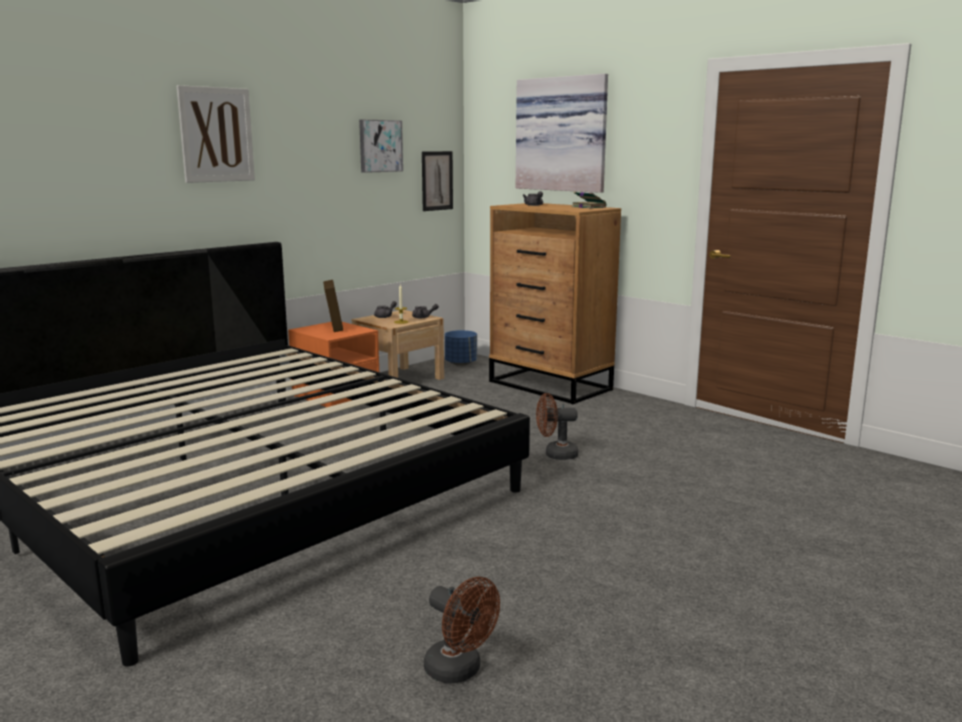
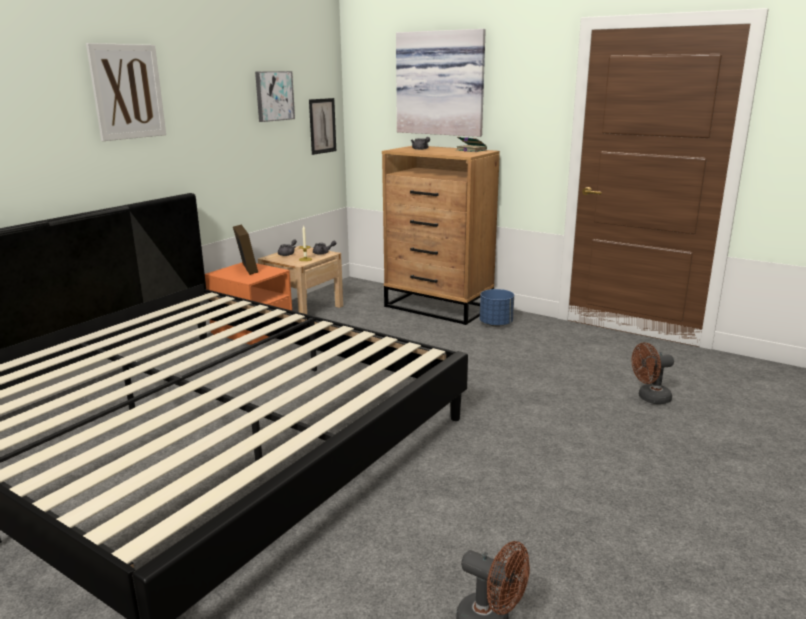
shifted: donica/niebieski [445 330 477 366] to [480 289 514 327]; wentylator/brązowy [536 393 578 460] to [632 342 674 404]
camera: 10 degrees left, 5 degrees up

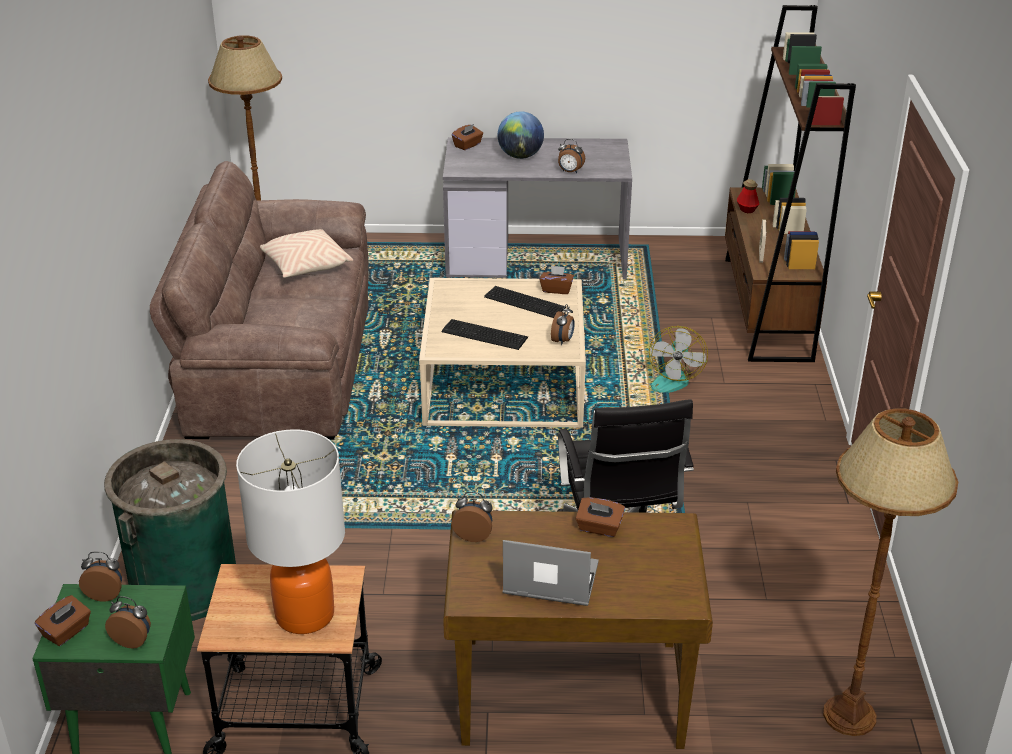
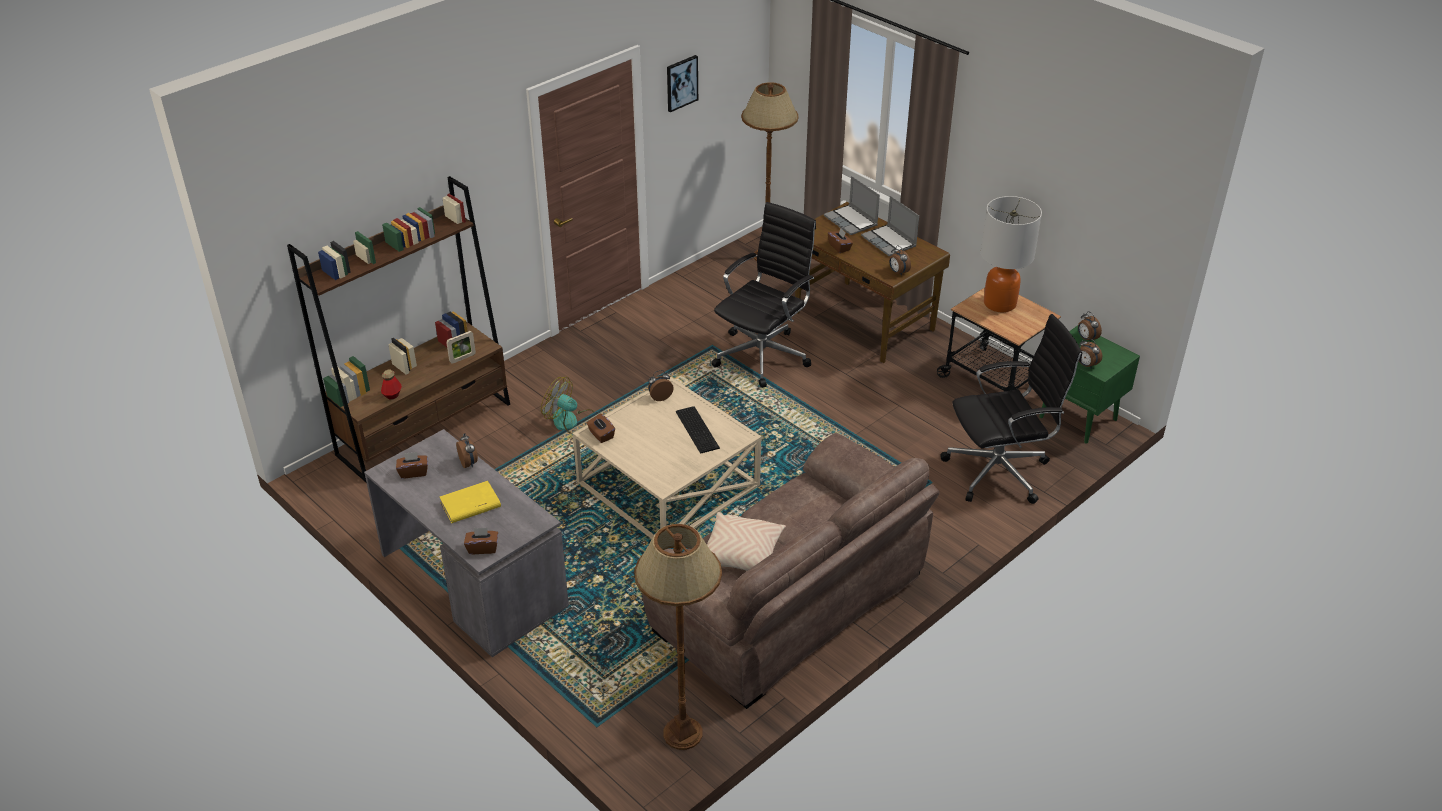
gone: klawiatura [484 286 566 318]
new: obraz [667 55 698 112]; laptop [824 176 880 235]
shifted: pudełko chusteczek/brązowy [35 595 91 646] to [396 452 428 479]
swapped: globus [498 111 544 159] to książka/żółty [439 481 501 523]; kosz na śmieci/zielony [104 439 236 621] to krzesło biurowe/czarny [940 314 1082 504]
rotated: wentylator [648 326 708 393] = [541 377 594 434] 120 degrees counterclockwise
camera: 135 degrees left, 5 degrees up

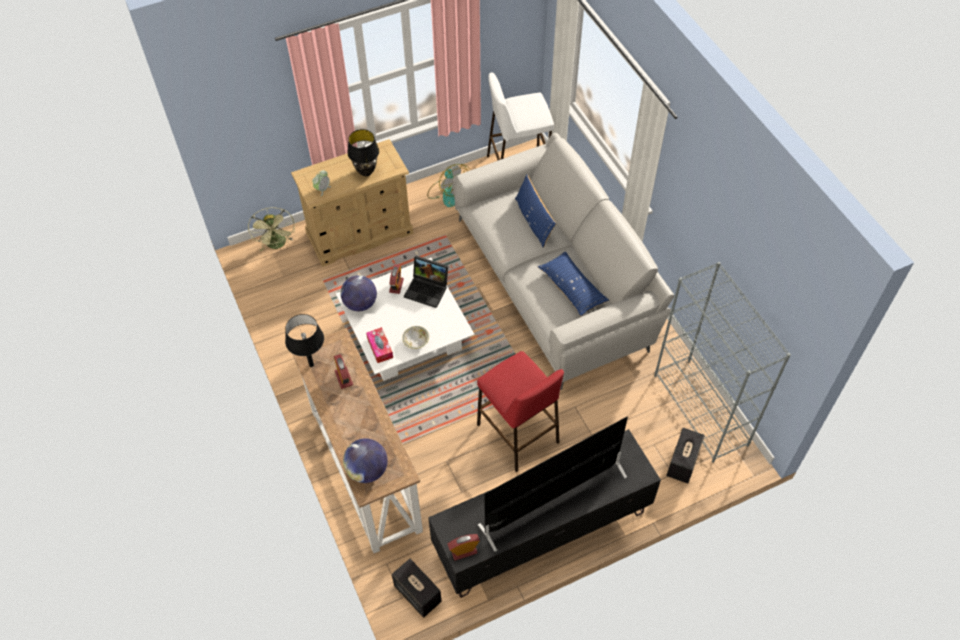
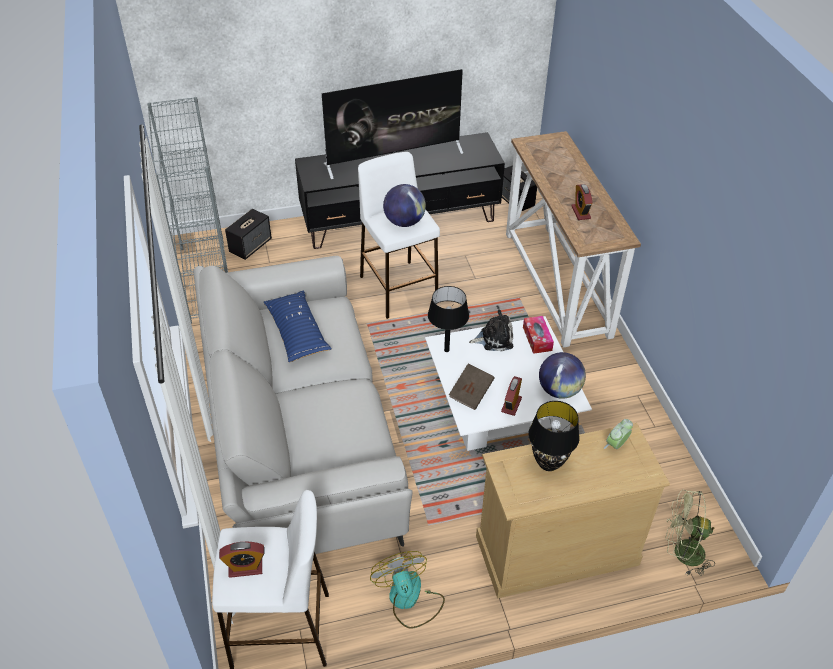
gone: poduszka/niebieski [515 174 556 248]
shifted: lampa stołowa/czarny [285 314 324 367] to [428 286 469 352]; globus [343 438 388 483] to [383 184 426 227]; budzik [447 534 480 560] to [219 542 264 578]
swapped: laptop [404 256 448 308] to książka/brązowy [449 364 495 410]; miska [402 326 429 349] to pluszak [469 309 513 352]
repainted: stołek/czerwony [477 351 564 472] to stołek/biały [358 152 440 319]
rotated: wentylator/zielony [248 207 295 252] = [665 490 715 576] 75 degrees counterclockwise
camera: 170 degrees left, 10 degrees down

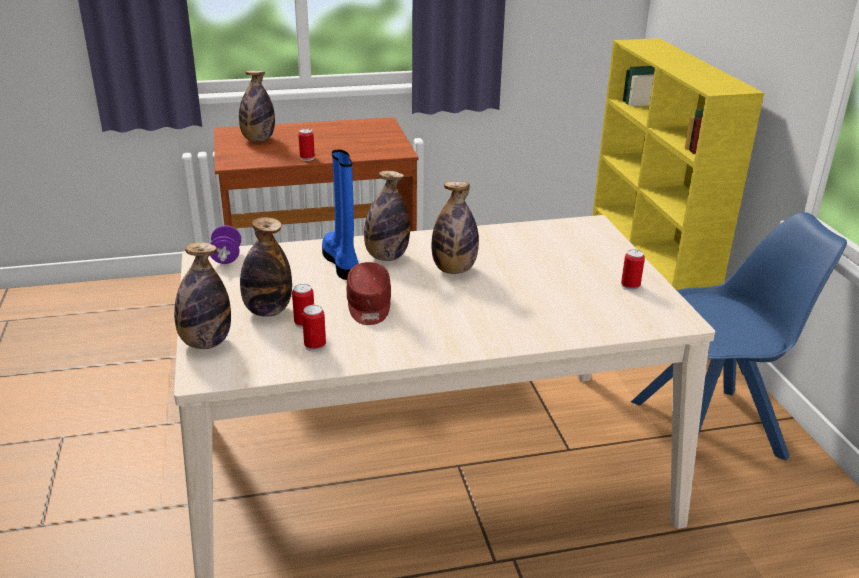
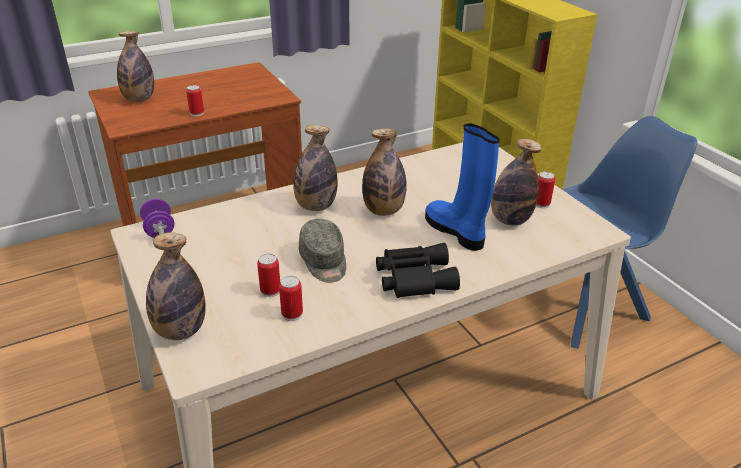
new: lornetka/czarny [376 243 460 298]
shifted: but z cholewką/niebieski [322 149 359 280] to [425 123 500 251]; butelka [240 217 292 317] to [491 139 542 226]
repainted: czapka z daszkiem/czerwony [346 262 391 325] to czapka z daszkiem/szary [299 219 346 283]
camera: 15 degrees left, 5 degrees up

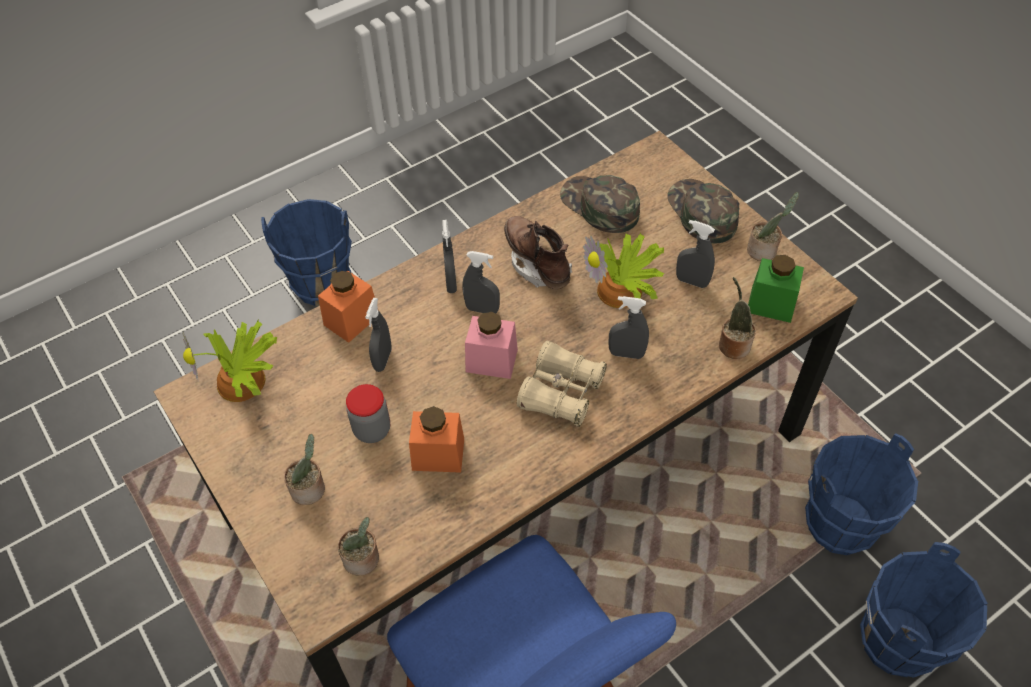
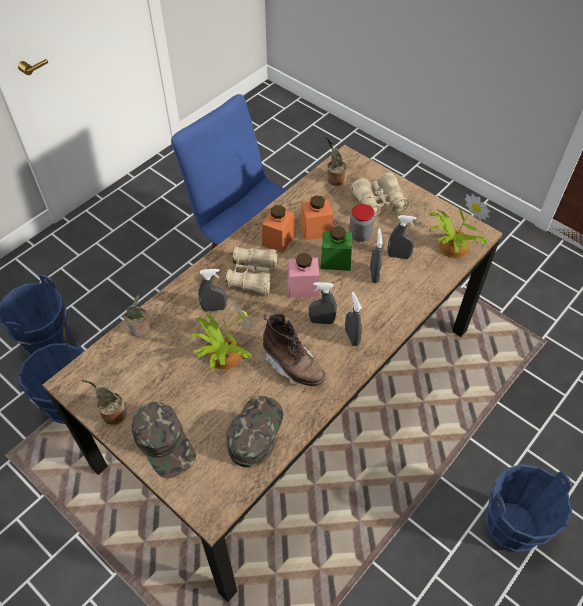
shifted: spryskiwacz/szary [676 220 715 288] to [388 215 417 259]; słoik/zielony [748 255 804 323] to [320 226 352 271]; słoik/pomarańczowy [318 271 375 343] to [262 205 295 253]
swapped: roślina doniczkowa [284 434 325 505] to lornetka/beżowy [351 173 409 217]
rotated: czapka z daszkiem/zielony [560 175 640 233] = [226 396 283 467] 105 degrees counterclockwise
camera: 165 degrees right, 0 degrees up

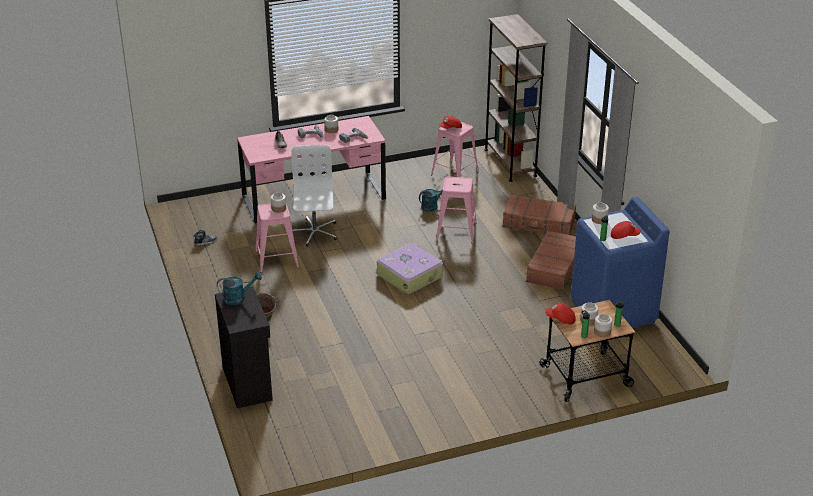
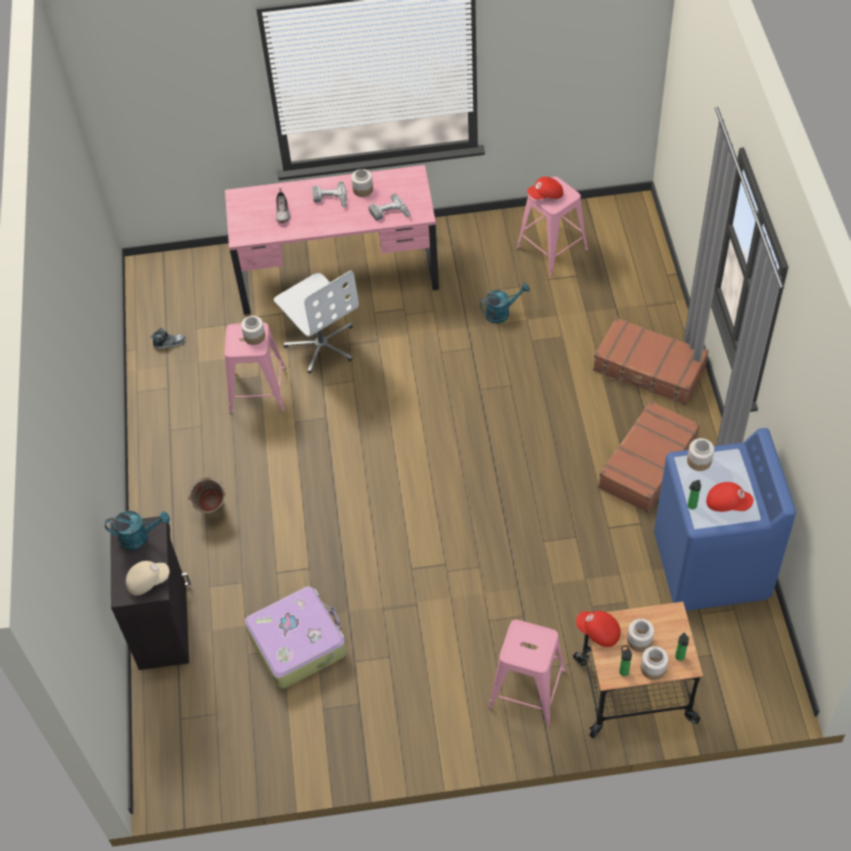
gone: regał/brązowy [485 14 547 182]
new: czapka z daszkiem/beżowy [126 561 169 596]
shifted: stołek/różowy [436 177 476 244] to [488 620 566 726]; walizka [377 243 443 294] to [245 586 347 689]
rotated: krzesło biurowe/biały [291 145 337 246] = [274 271 359 374] 135 degrees clockwise
camera: 15 degrees right, 20 degrees up

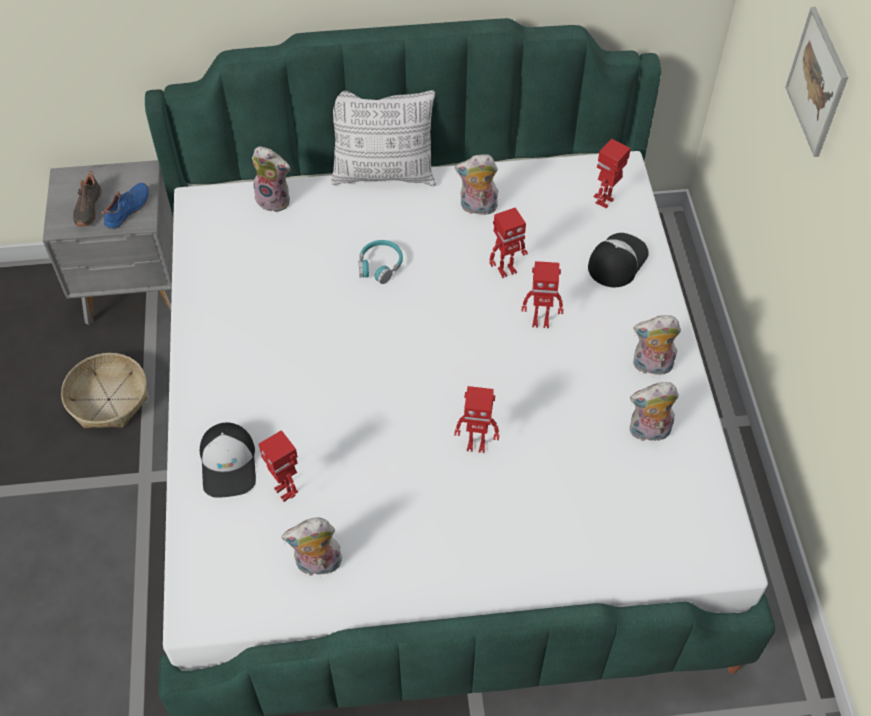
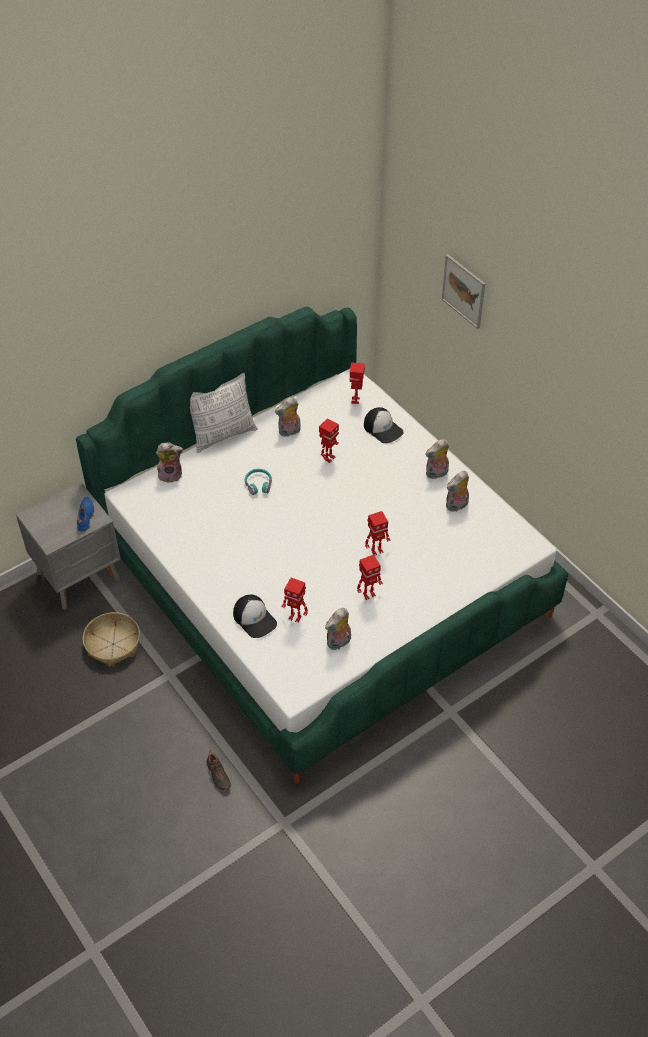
shifted: but/czarny [73 171 102 226] to [207 750 231 791]; robot zabawkowy [522 261 563 328] to [357 555 383 600]
rotated: czapka z daszkiem [588 233 649 287] = [364 407 404 443] 135 degrees clockwise
camera: 30 degrees left, 5 degrees down

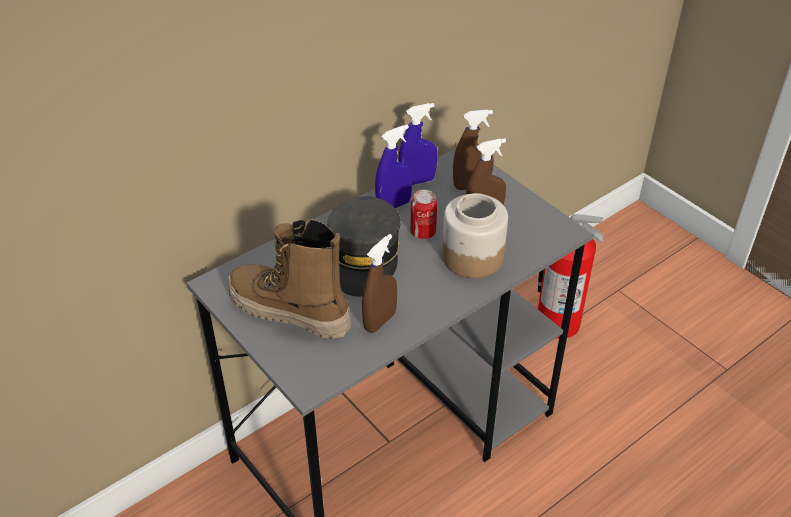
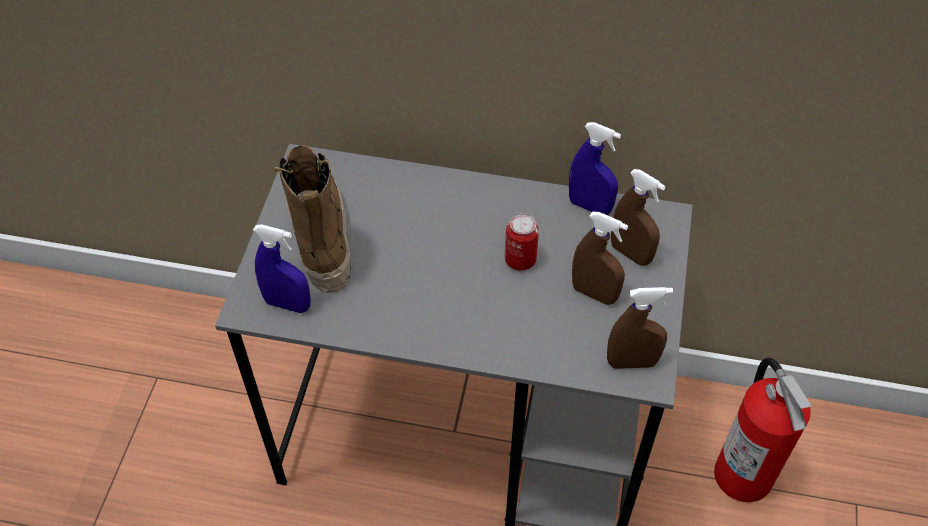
gone: słoik [442 193 508 278]; czapka z daszkiem/szary [327 196 401 297]
shifted: spryskiwacz/niebieski [375 125 413 208] to [253 224 311 313]; spryskiwacz/brązowy [362 234 397 333] to [607 287 673 369]
camera: 50 degrees right, 10 degrees up

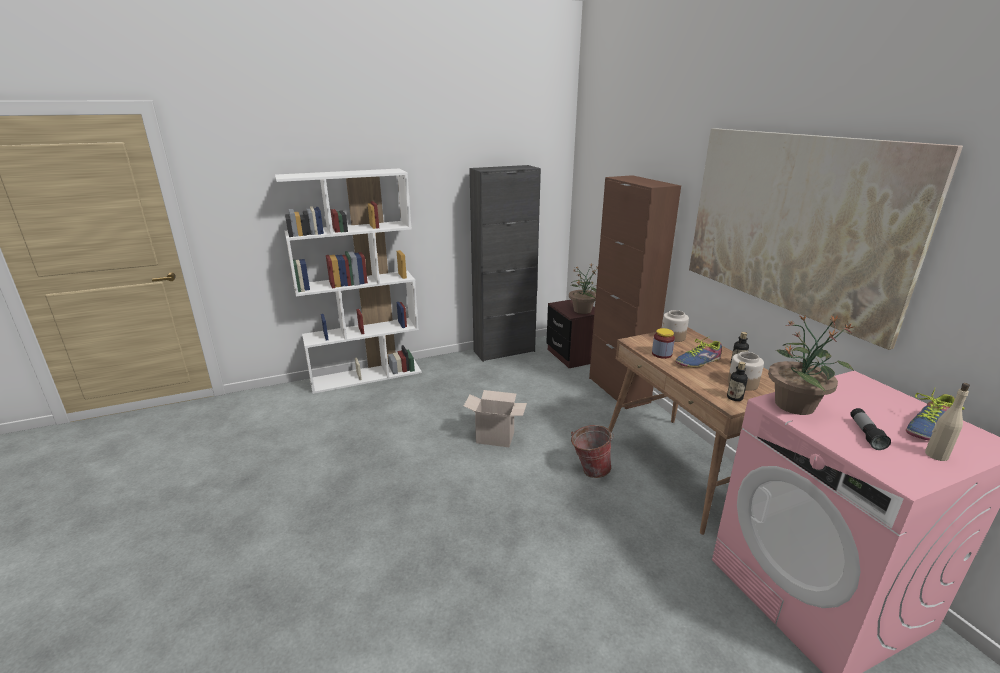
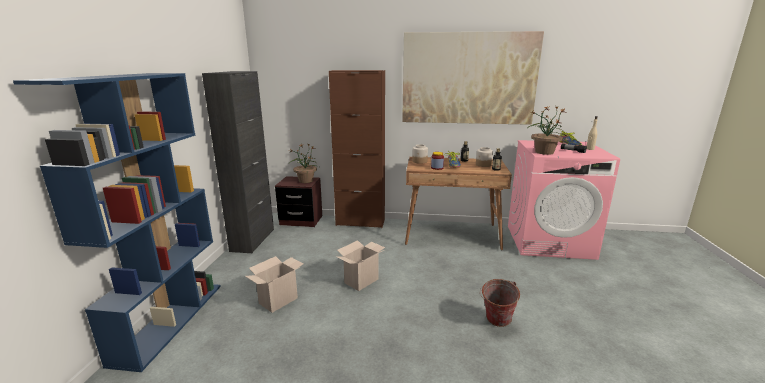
new: karton [245 256 304 313]
shifted: wiadro [571 425 614 478] to [480 279 520 327]
repainted: regał/biały [275 168 422 394] to regał/niebieski [13 73 221 372]
camera: 60 degrees left, 5 degrees down

